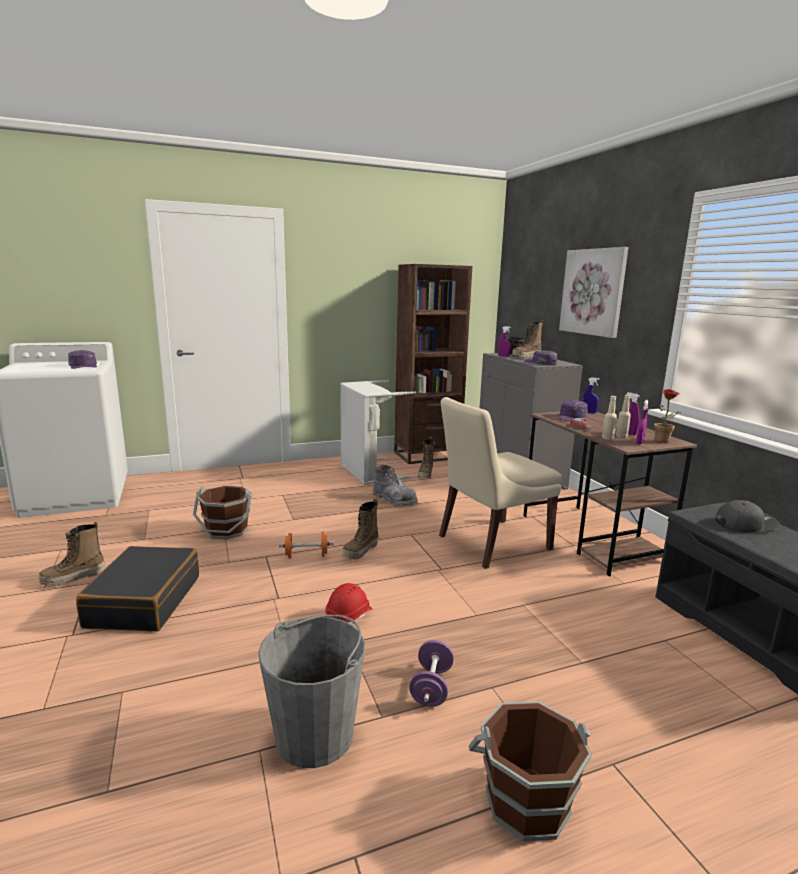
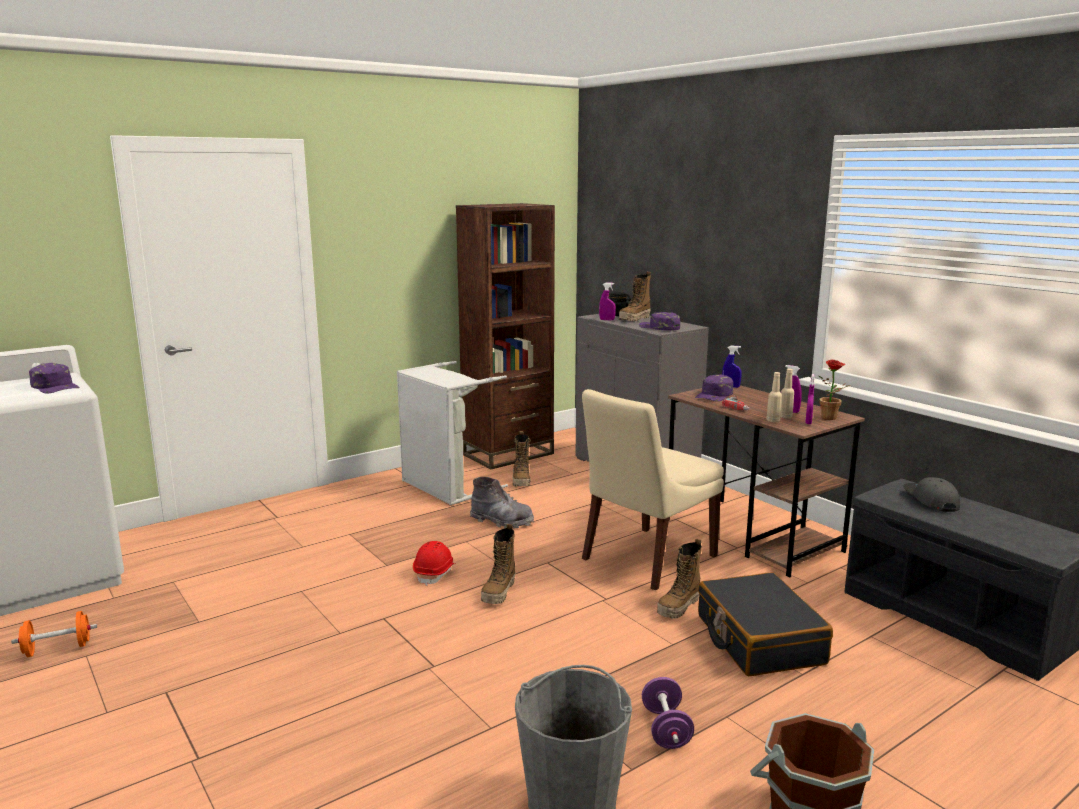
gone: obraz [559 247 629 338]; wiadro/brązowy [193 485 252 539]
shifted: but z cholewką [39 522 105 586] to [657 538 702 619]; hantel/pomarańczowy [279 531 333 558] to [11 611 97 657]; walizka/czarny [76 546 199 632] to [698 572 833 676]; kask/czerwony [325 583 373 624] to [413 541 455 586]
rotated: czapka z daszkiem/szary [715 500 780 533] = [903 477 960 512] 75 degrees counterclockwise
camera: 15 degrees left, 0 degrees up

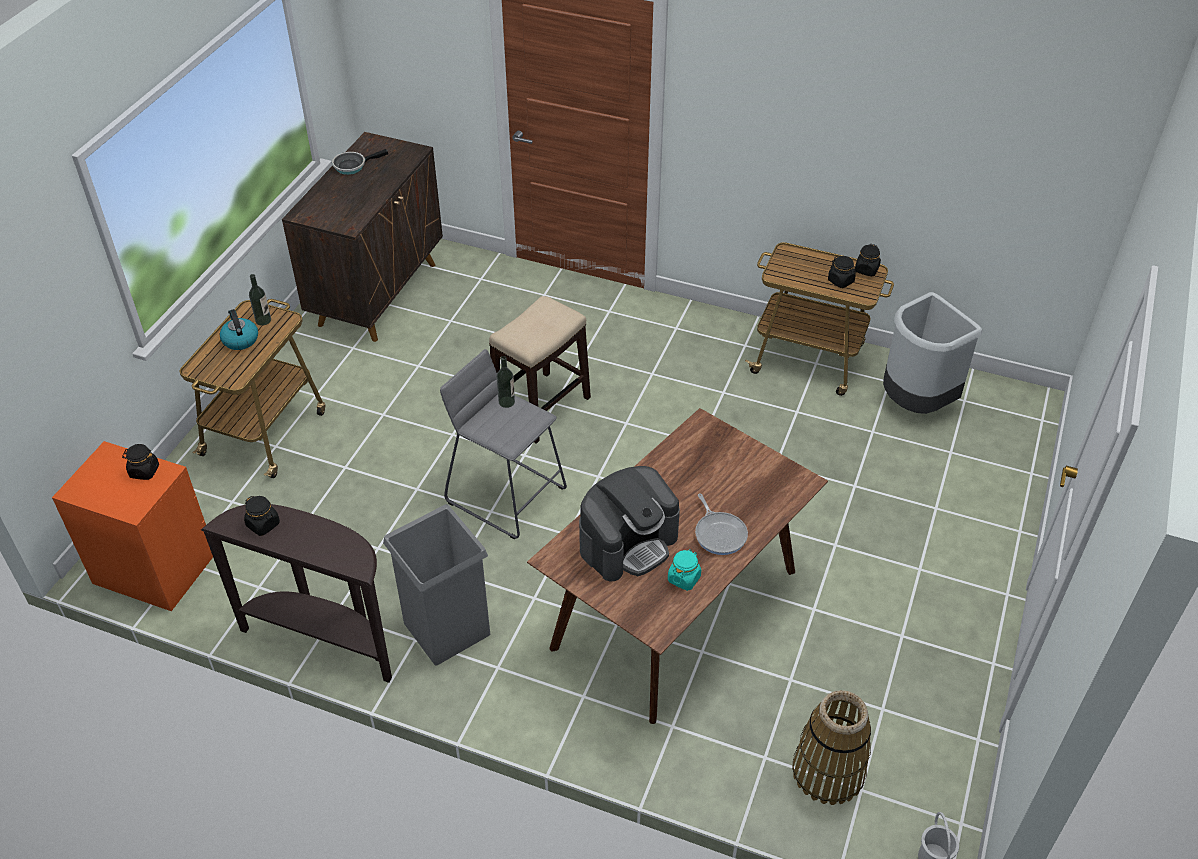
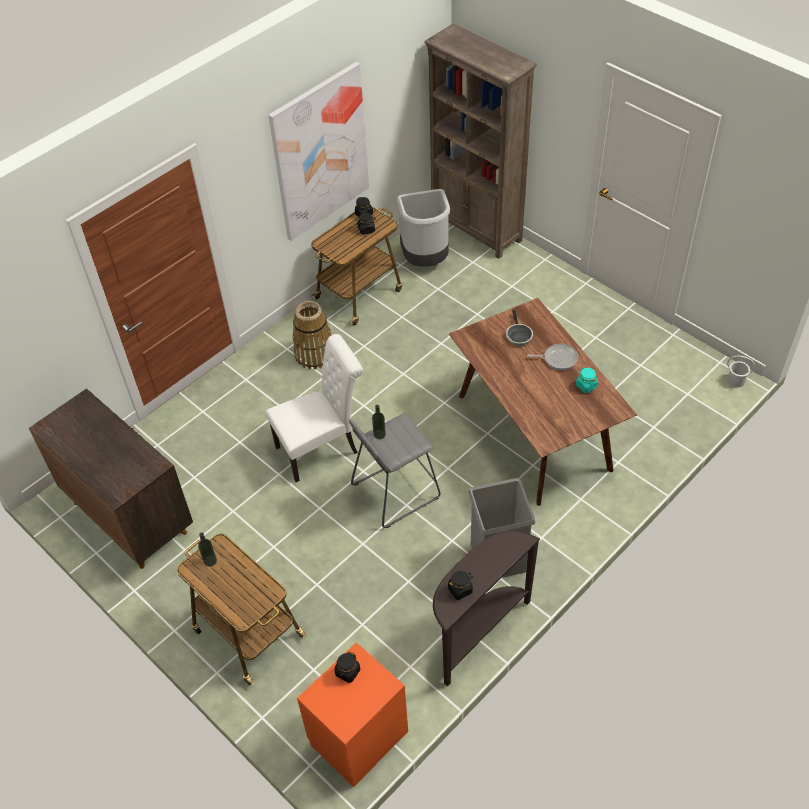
gone: czajnik [220 309 258 350]; ekspres do kawy [579 466 680 582]
new: regał/brązowy [424 23 537 259]; obraz [268 62 369 241]
shifted: patelnia [332 149 388 175] to [506 310 533 346]; koszyk [792 690 871 805] to [293 301 331 369]
swapped: stołek [489 296 591 444] to krzesło/biały [265 334 363 482]
camera: 65 degrees left, 5 degrees up

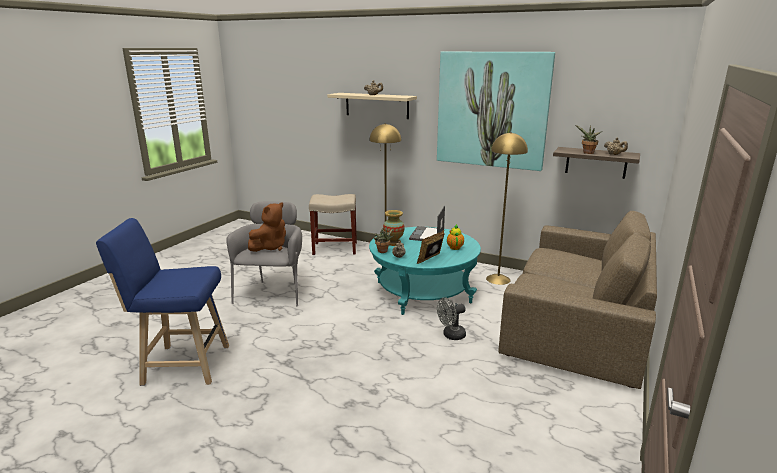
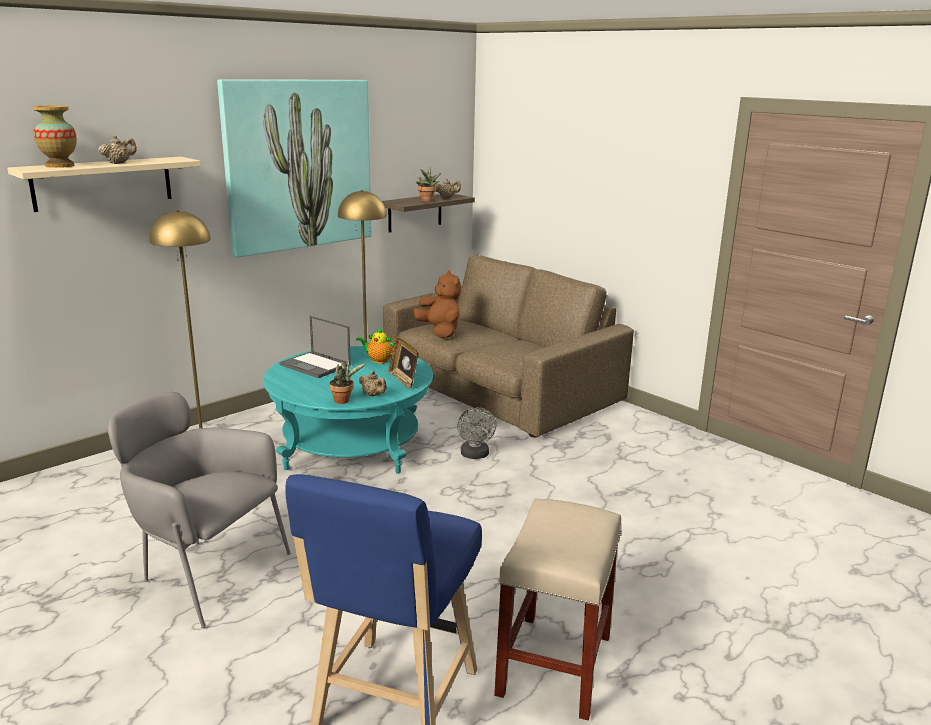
shifted: stołek/beżowy [309 194 357 255] to [494 499 622 721]; pluszak/brązowy [248 202 286 252] to [413 271 461 338]; wazon [383 210 405 246] to [33 106 77 168]
camera: 70 degrees left, 0 degrees up

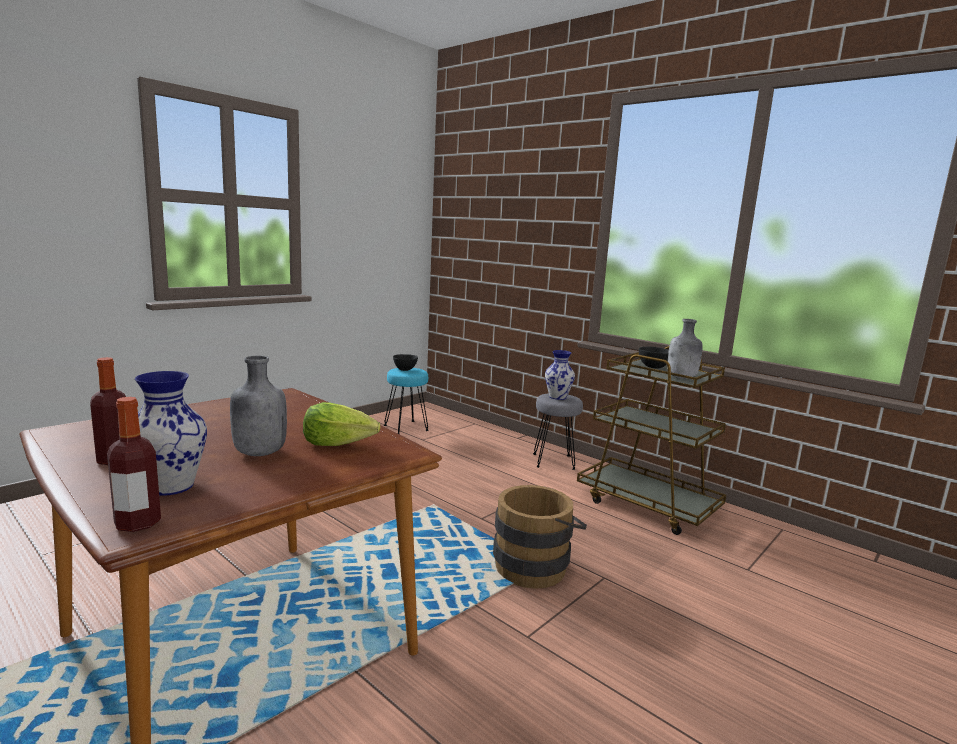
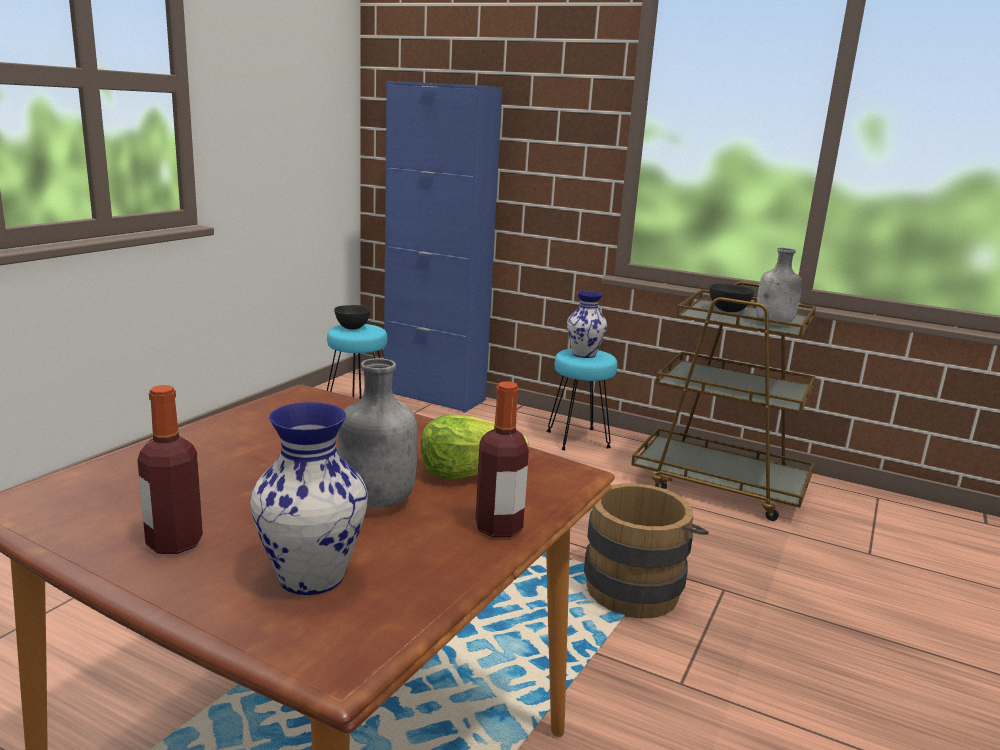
new: szafka/niebieski [384 81 502 413]
shifted: butelka [107 397 161 532] to [475 382 529 538]
repainted: stołek/szary [533 393 583 470] to stołek/turkusowy [547 349 617 450]
camera: 15 degrees left, 5 degrees up

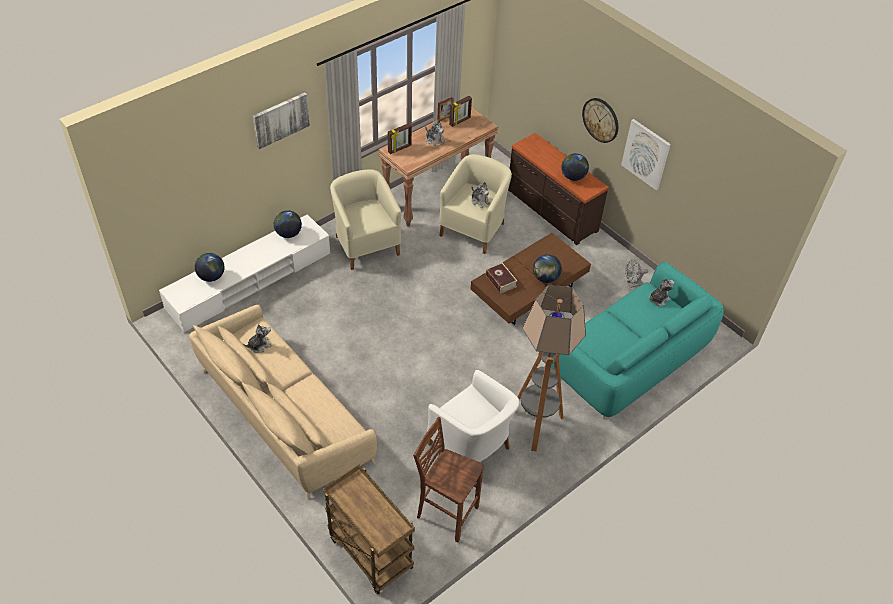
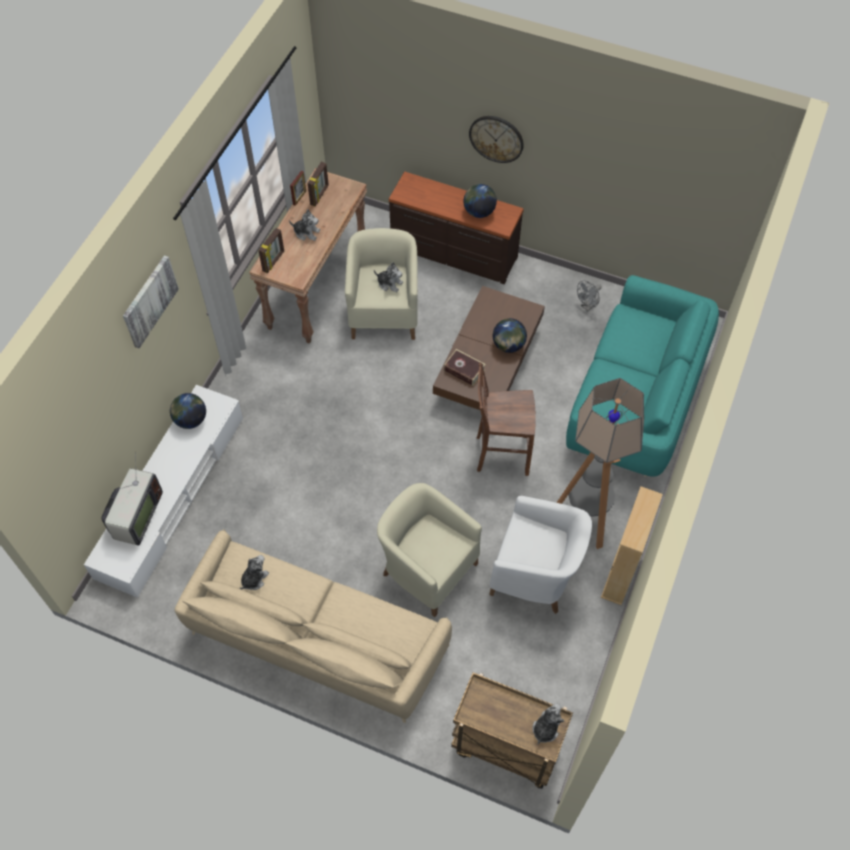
gone: obraz [621 119 671 190]
new: regał/beżowy [601 486 663 605]
shifted: fotel/beżowy [330 169 401 270] to [377 483 482 617]; pluszak [649 278 674 306] to [532 703 564 744]; stołek/brązowy [413 417 484 542] to [477 363 536 476]
swapped: globus [195 253 225 282] to telewizor [101 452 163 545]
camera: 25 degrees left, 10 degrees up

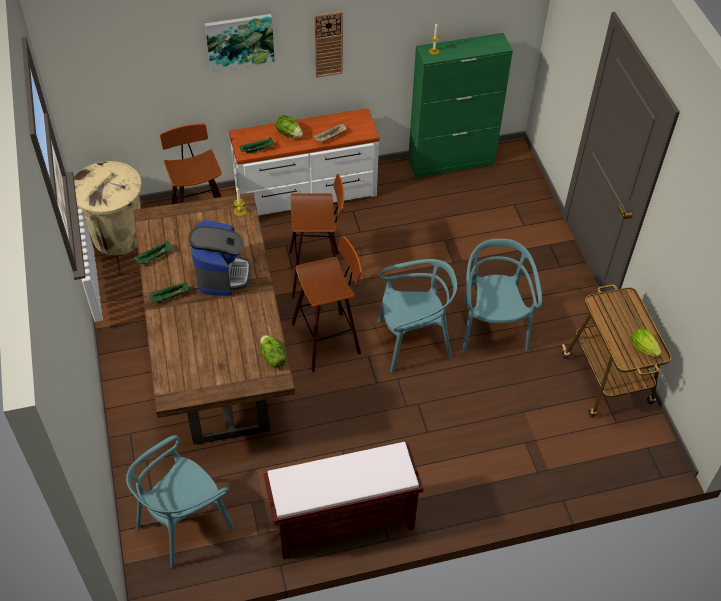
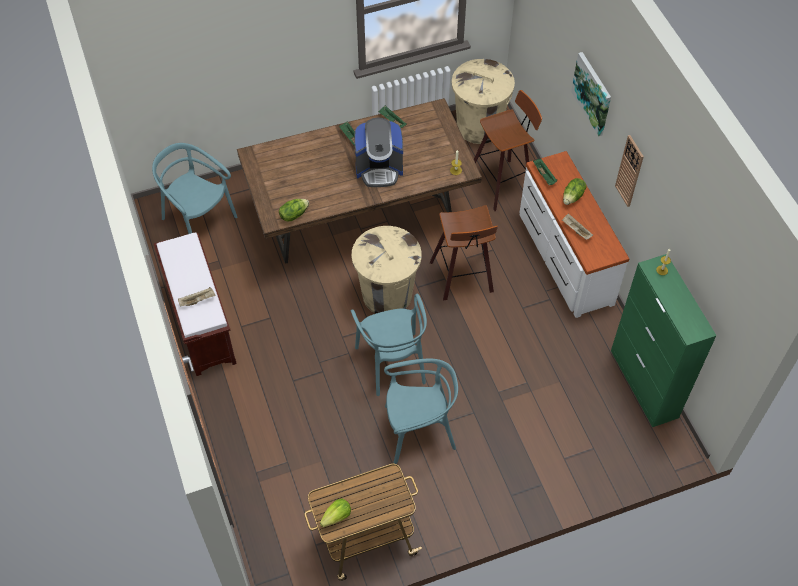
new: taca/beżowy [178 287 216 307]
swapped: stołek [292 236 362 372] to kosz na śmieci/beżowy [352 226 422 314]
camera: 85 degrees right, 5 degrees up

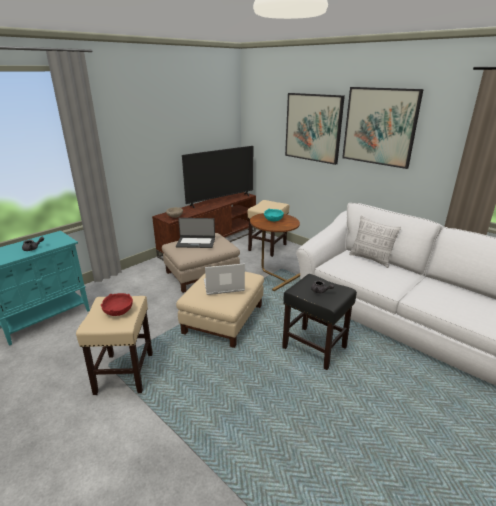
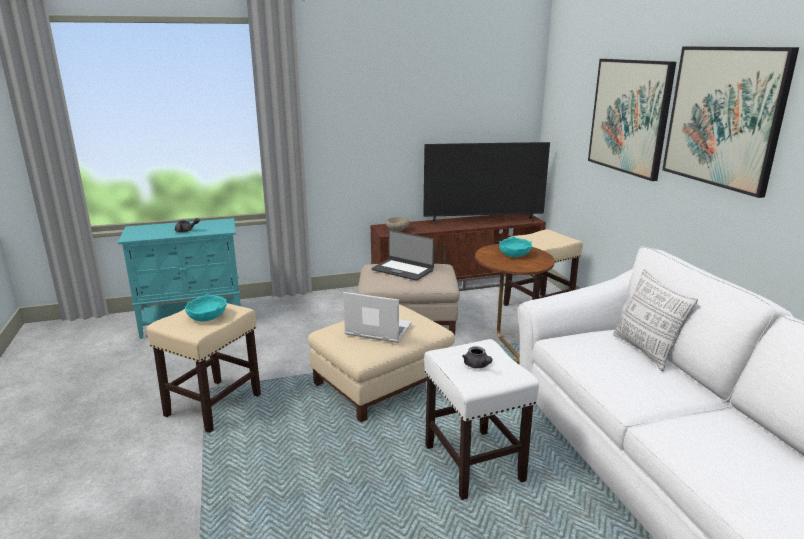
repainted: stołek/czarny [282 274 357 370] to stołek/biały [424 339 539 500]; miska/czerwony [101 293 133 316] to miska/turkusowy [185 294 227 321]
camera: 30 degrees right, 5 degrees down

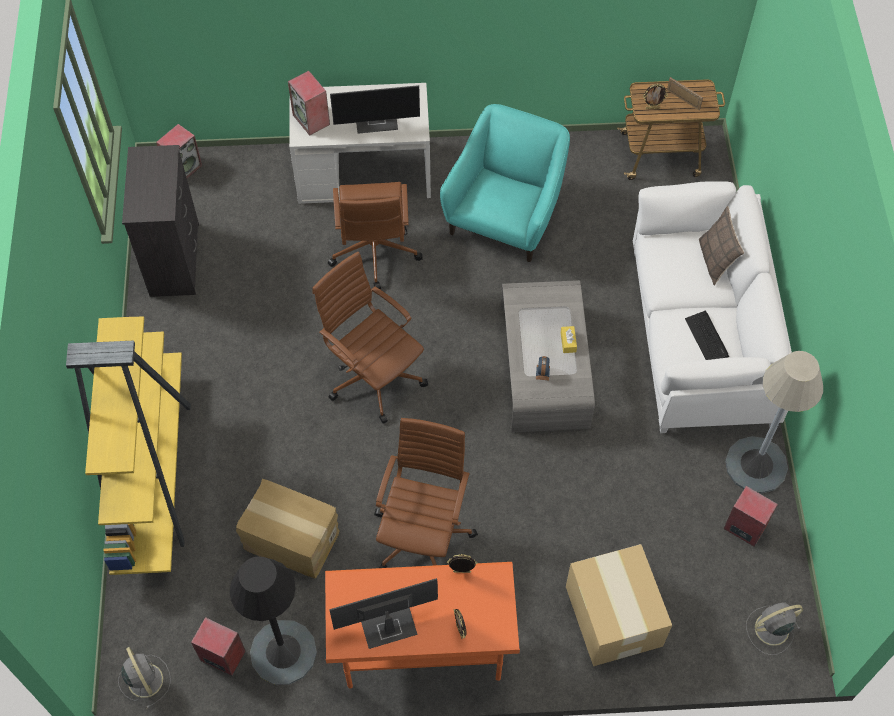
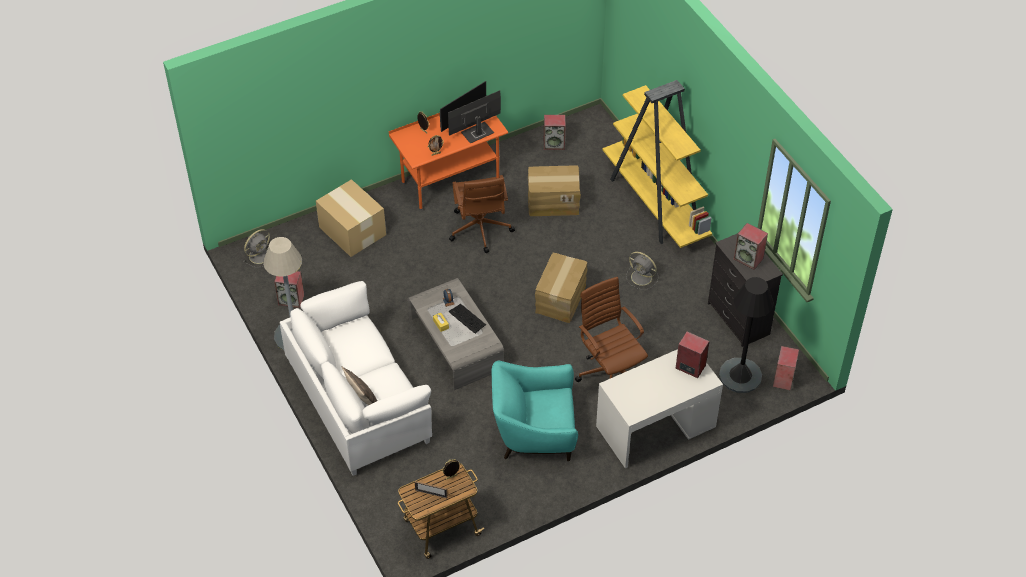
new: głośnik [734 223 768 270]
shifted: monitor [330 85 420 134] to [448 90 501 143]; klawiatura [685 311 729 360] to [449 304 486 334]; lampa stojąca/czarny [230 556 317 685] to [719 277 774 393]; wentylator/szary [118 647 171 708] to [626 252 658 290]
swapped: krzesło biurowe/brązowy [312 252 428 424] to karton [535 253 588 323]
rotated: fotel/turkusowy [440 104 570 262] = [492 361 578 461] 90 degrees clockwise
camera: 155 degrees right, 10 degrees down

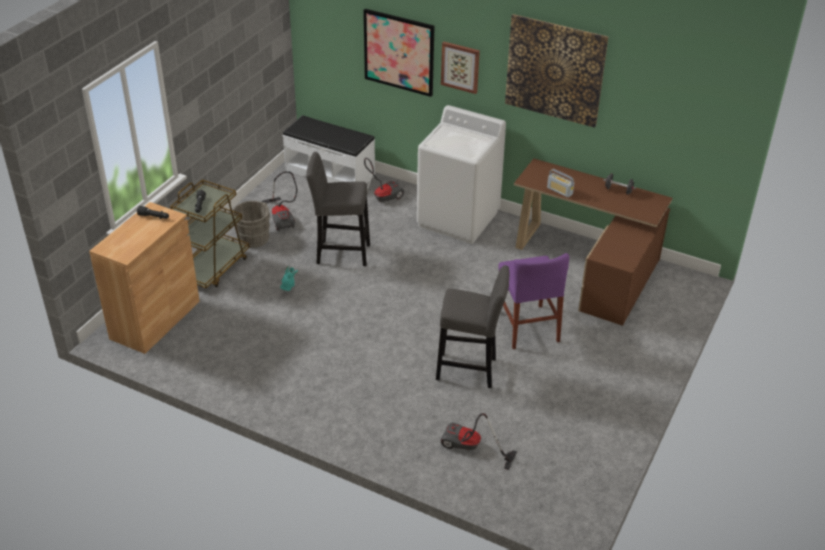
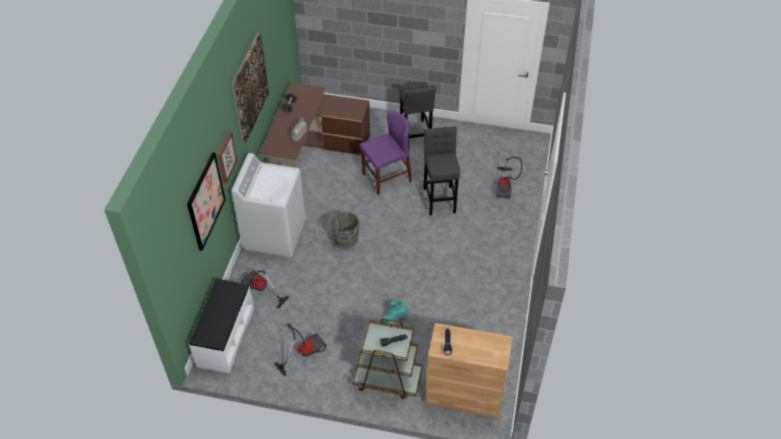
shifted: stołek/szary [306 152 370 266] to [400 82 436 138]; wiadro/szary [233 201 270 248] to [327 211 360 249]
camera: 105 degrees left, 10 degrees up

